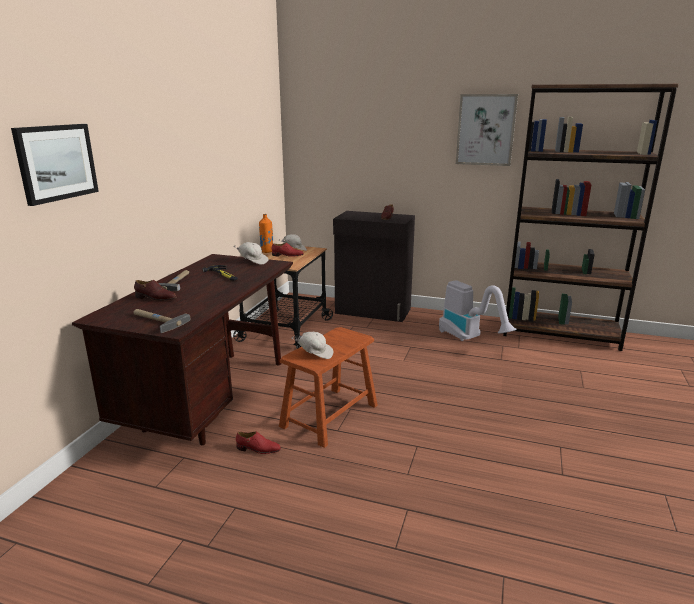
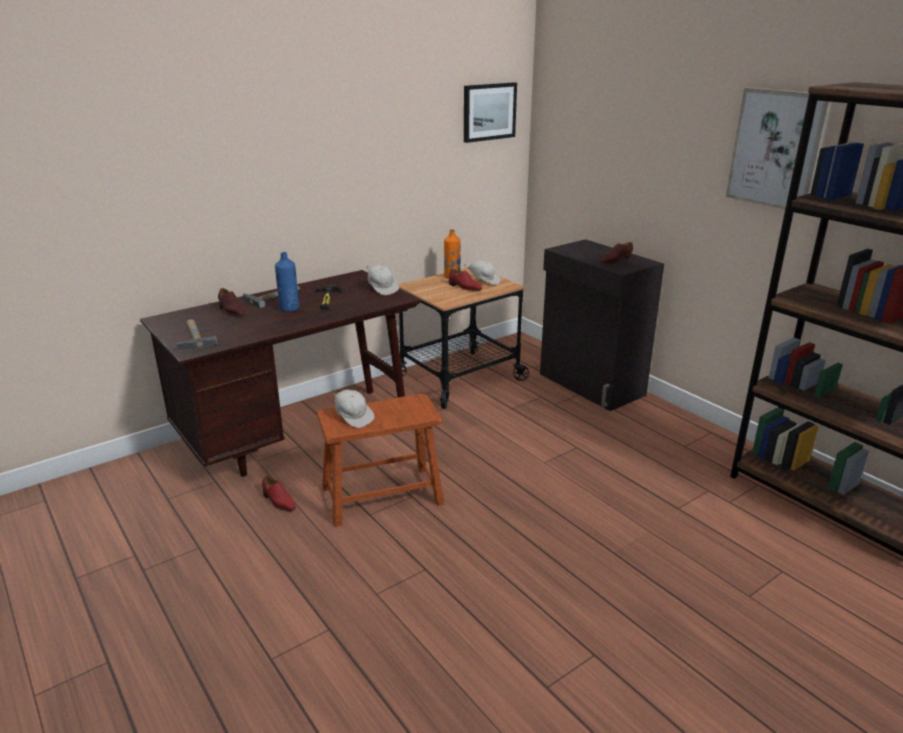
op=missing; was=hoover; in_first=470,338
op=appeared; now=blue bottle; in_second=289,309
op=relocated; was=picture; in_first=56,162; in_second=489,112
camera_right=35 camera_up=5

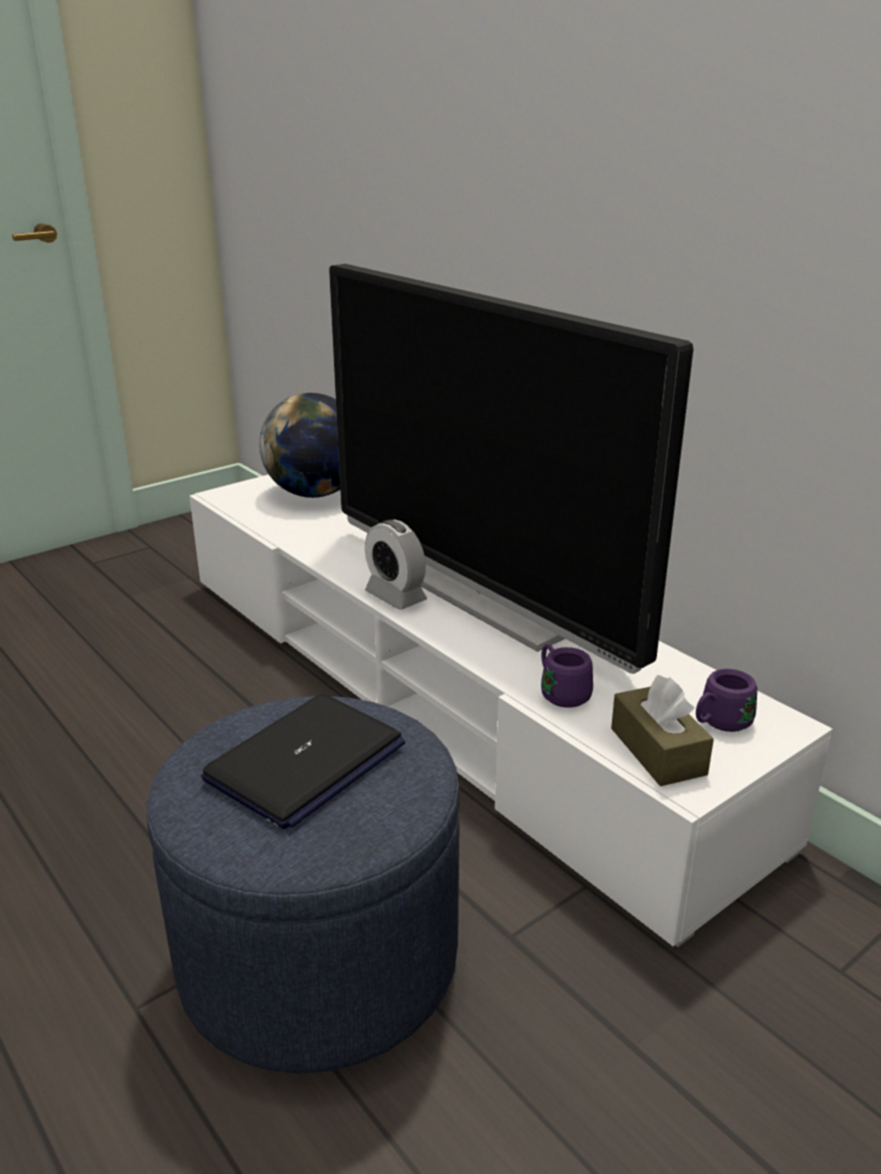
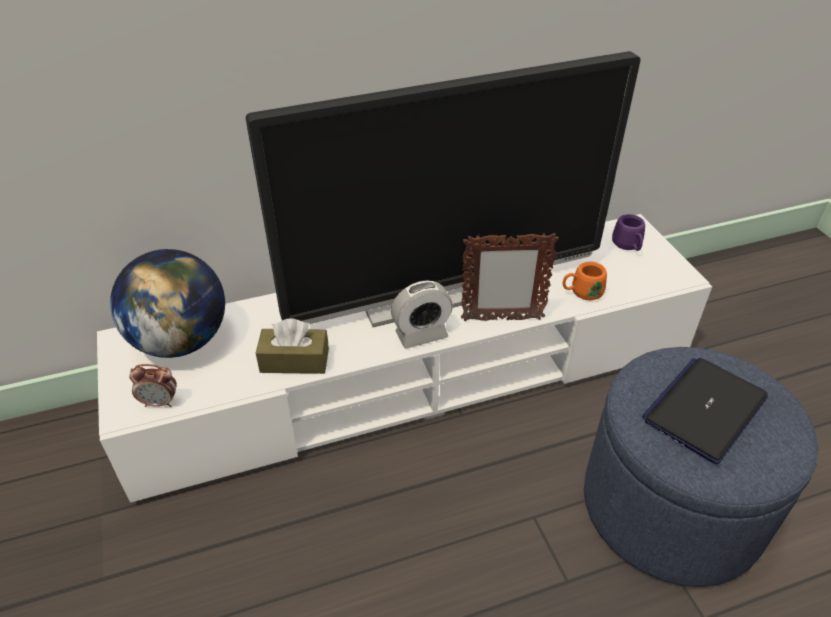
op=appeared; now=alarm clock; in_second=160,402
op=appeared; now=photo frame; in_second=501,319
op=relocated; was=brownish box of tissues; in_first=657,751; in_second=294,360
op=colour; was=purple coffee mug; now=orange coffee mug; in_first=560,692; in_second=581,292
op=spun; was=notebook computer; in_first=305,762; in_second=705,409; clockwise=-105
camera_right=-70 camera_up=15

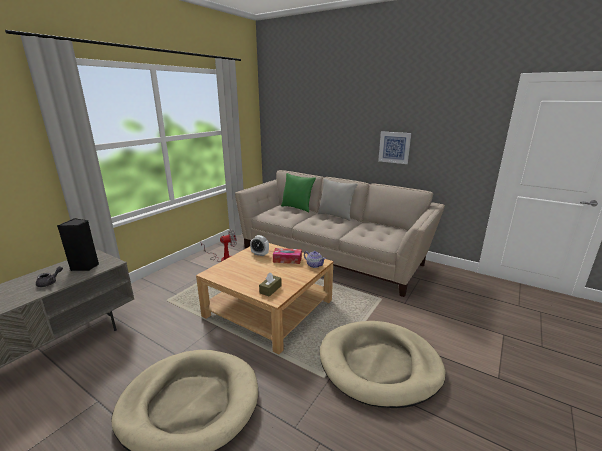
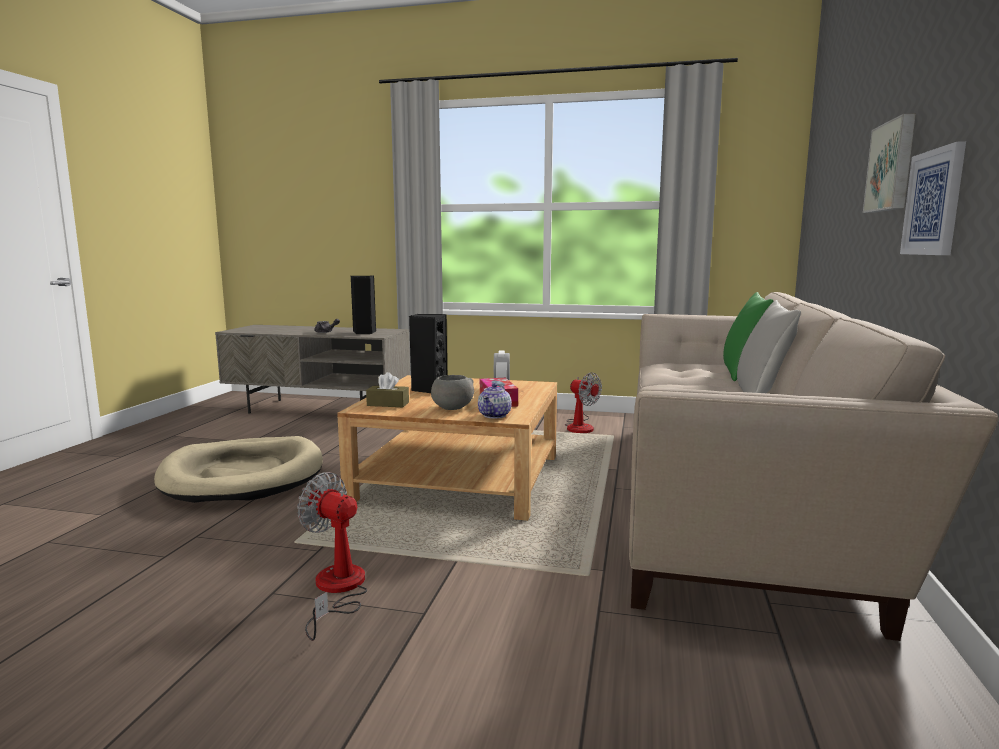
op=appeared; now=black-coloured loudspeaker; in_second=429,389
op=appeared; now=gray bowl; in_second=452,408
op=appeared; now=picture; in_second=893,166
op=exchanged; was=sand-coloured pet bed; now=fan; in_first=379,365; in_second=337,590
camera_right=70 camera_up=-10

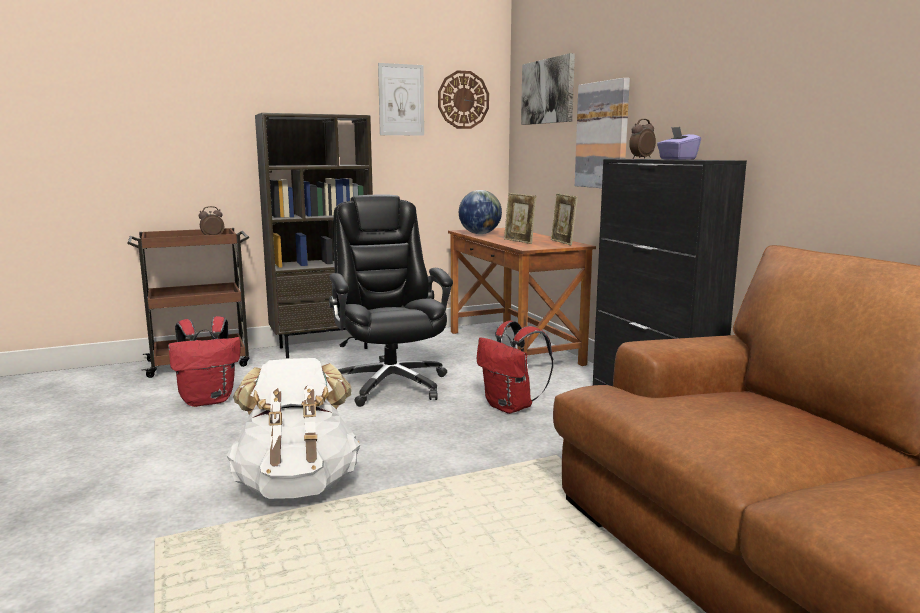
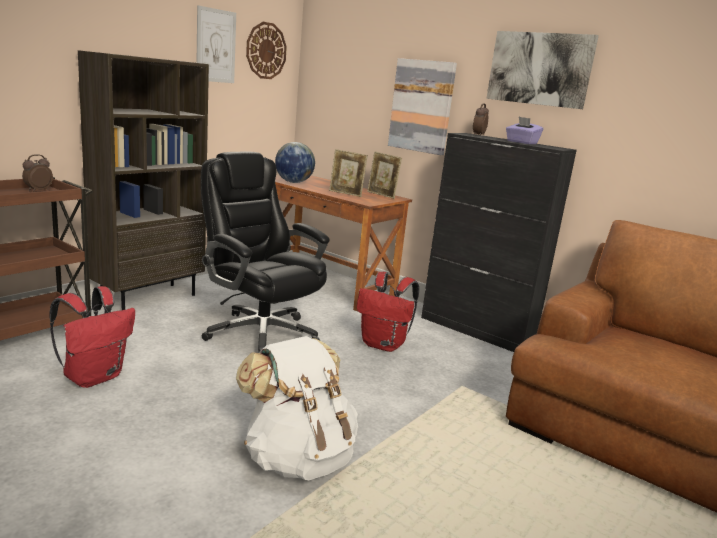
op=relocated; was=picture; in_first=548,91; in_second=540,69
camera_right=-30 camera_up=5

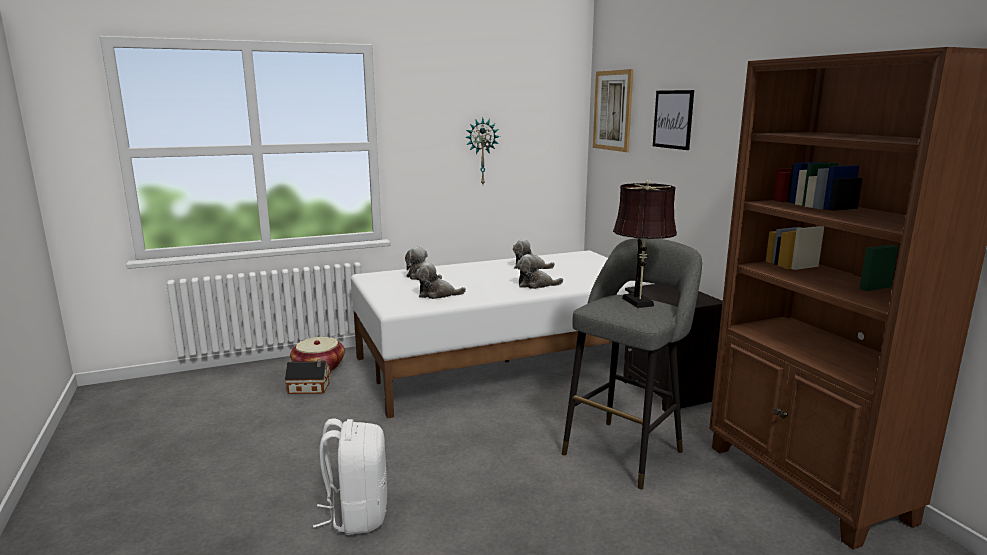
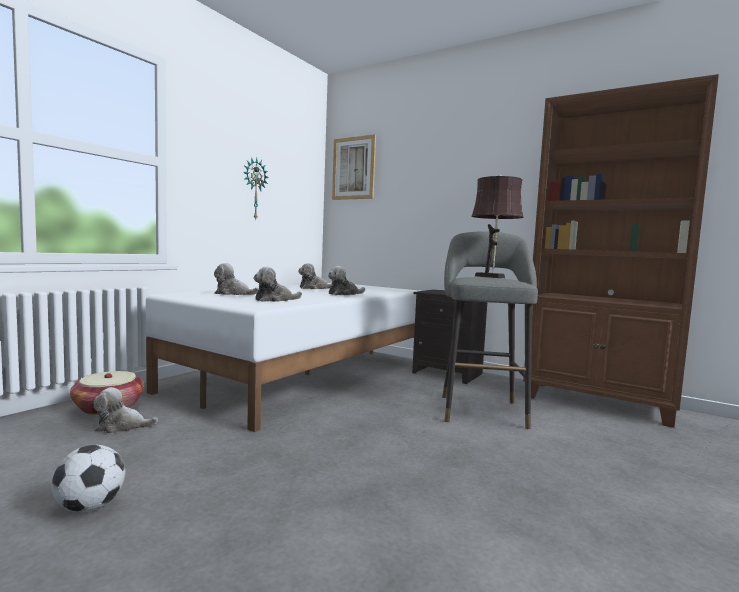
op=missing; was=white-coloured knapsack; in_first=357,514
op=missing; was=picture; in_first=673,119
op=appeared; now=football; in_second=90,507
op=exchanged; was=miniature house; now=cuddly toy; in_first=310,388; in_second=122,426
camera_right=-35 camera_up=-10

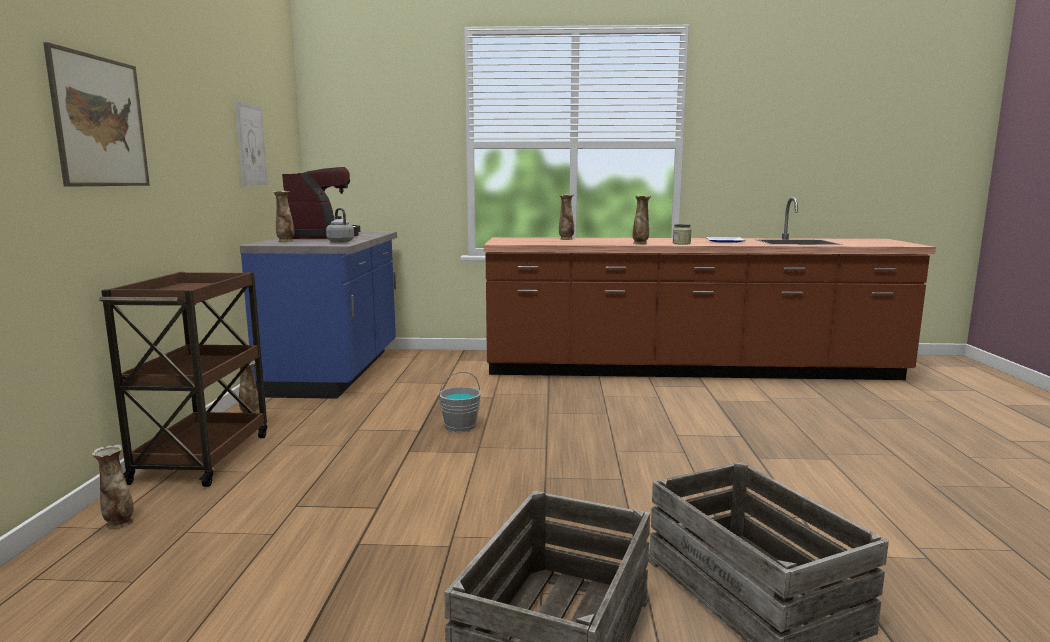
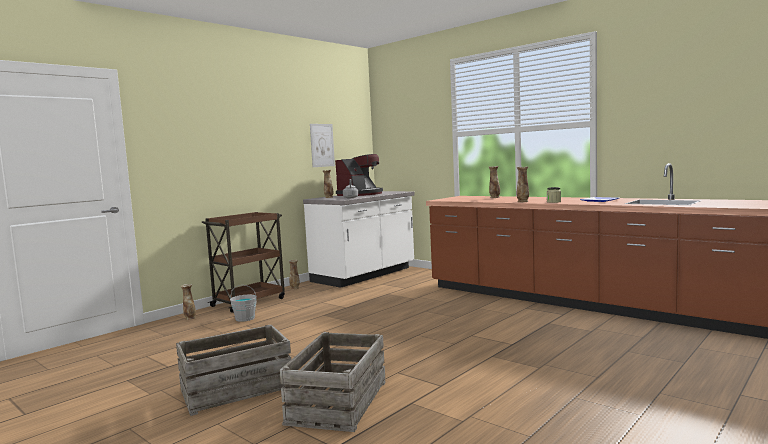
op=missing; was=picture; in_first=100,122
op=relocated; was=gray bucket; in_first=460,426; in_second=245,318
op=colour; was=blue counter; now=white-coloured counter; in_first=336,372; in_second=364,275
camera_right=40 camera_up=-5

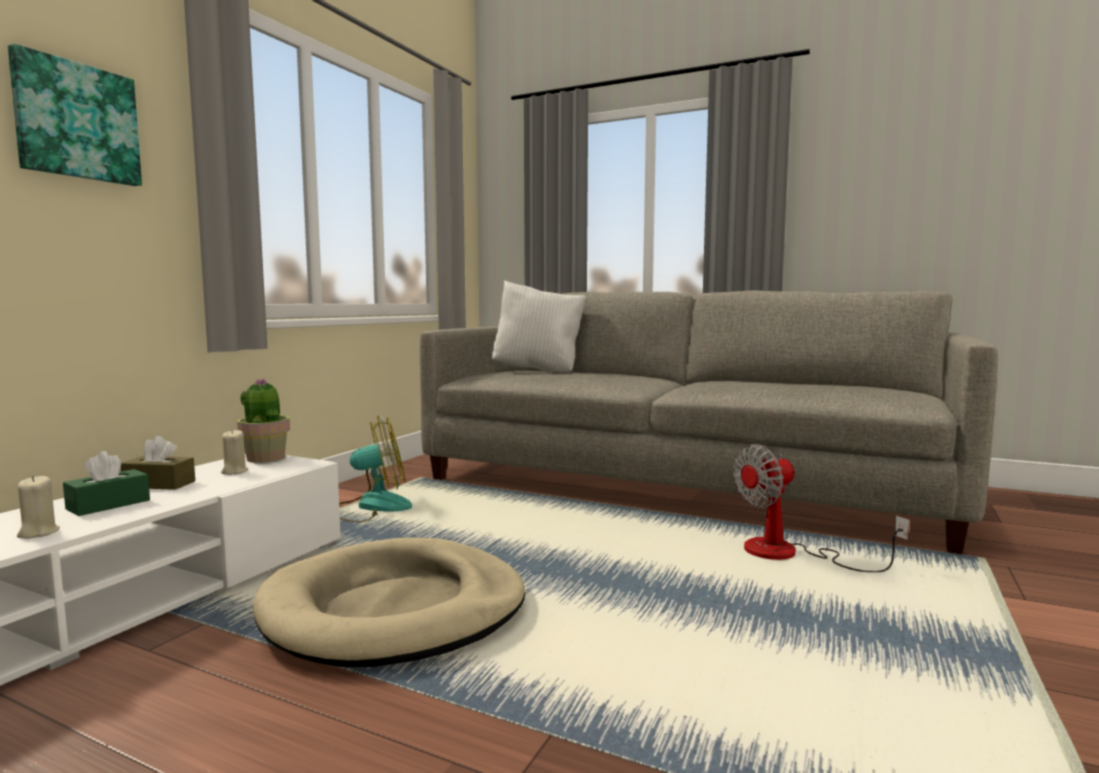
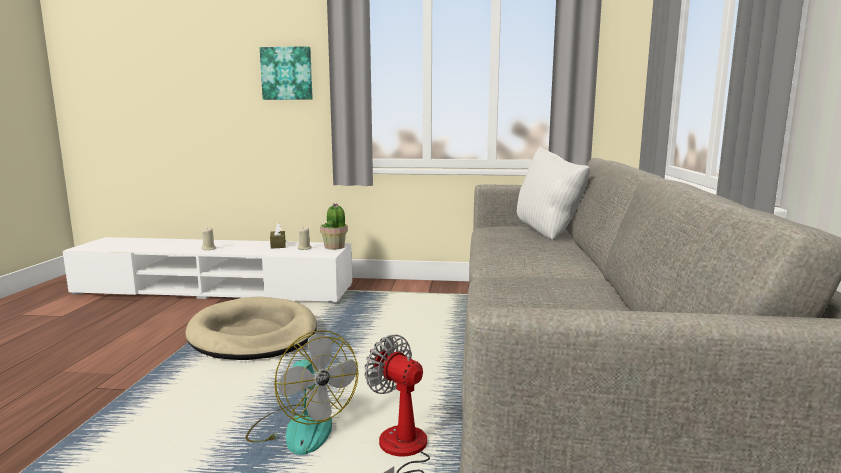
op=missing; was=green-coloured box of tissues; in_first=108,505
op=relocated; was=fan; in_first=371,507; in_second=301,428
camera_right=70 camera_up=5

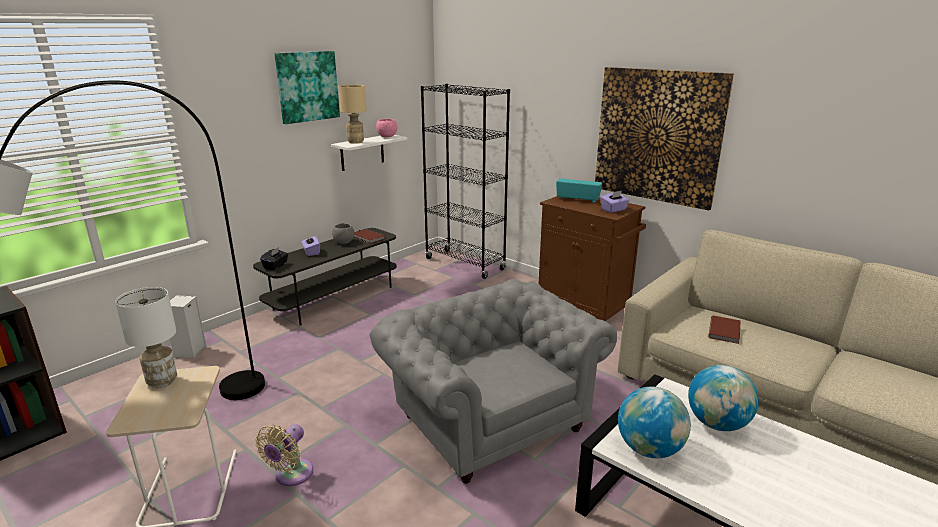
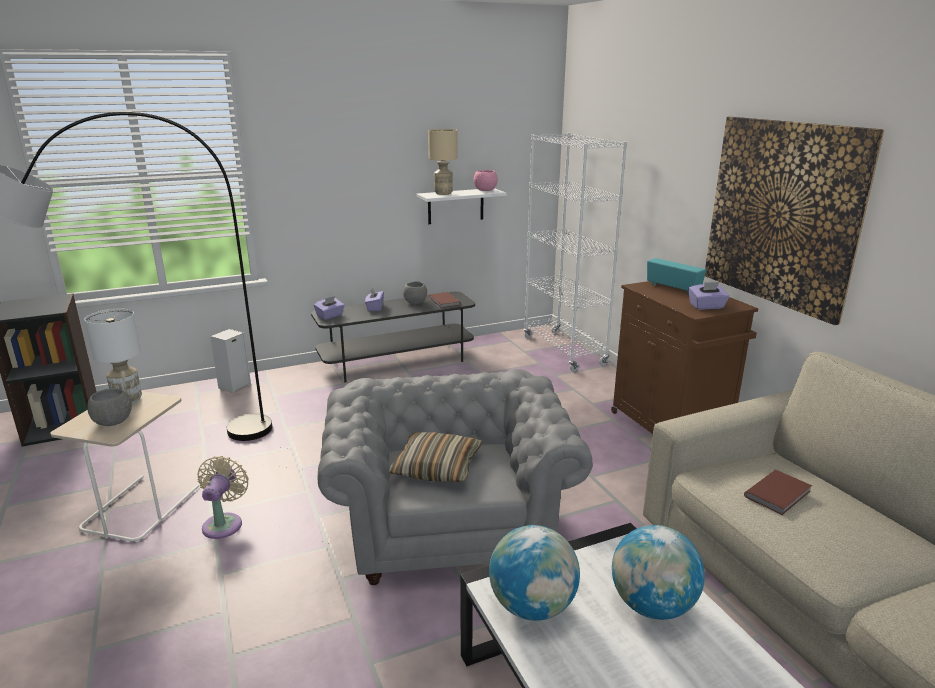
op=missing; was=picture; in_first=307,86
op=appeared; now=gray bowl; in_second=113,422
op=appeared; now=throw pillow; in_second=436,467
op=colour; was=black-coloured box of tissues; now=purple box of tissues; in_first=276,266; in_second=330,316
op=colour; was=black-coloured bookshelf; now=white-coloured bookshelf; in_first=465,264; in_second=564,351
op=spun; was=sand-coloured fan; in_first=291,475; in_second=224,523; clockwise=135
camera_right=25 camera_up=0

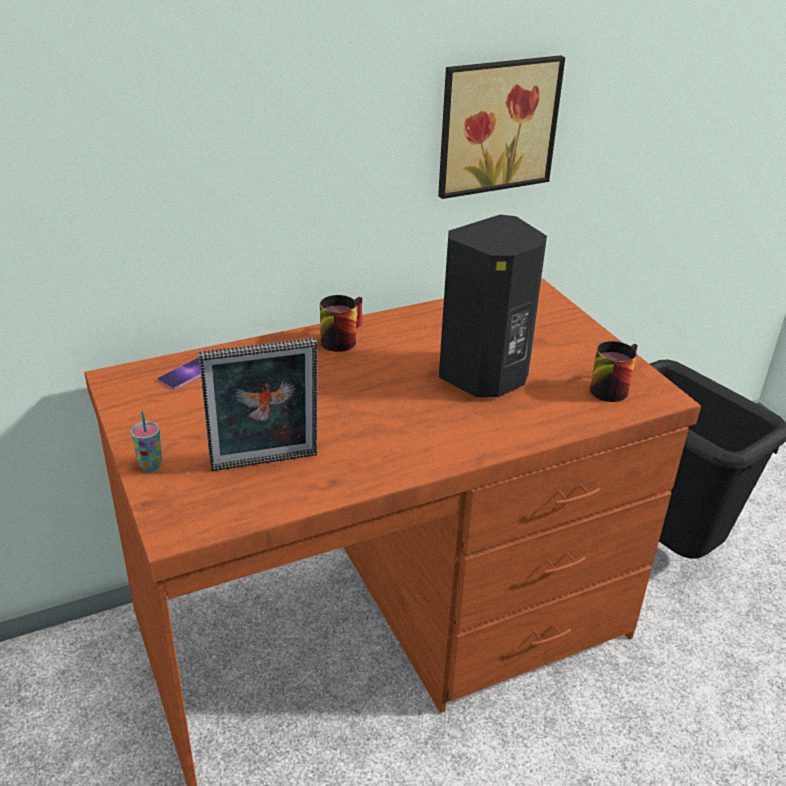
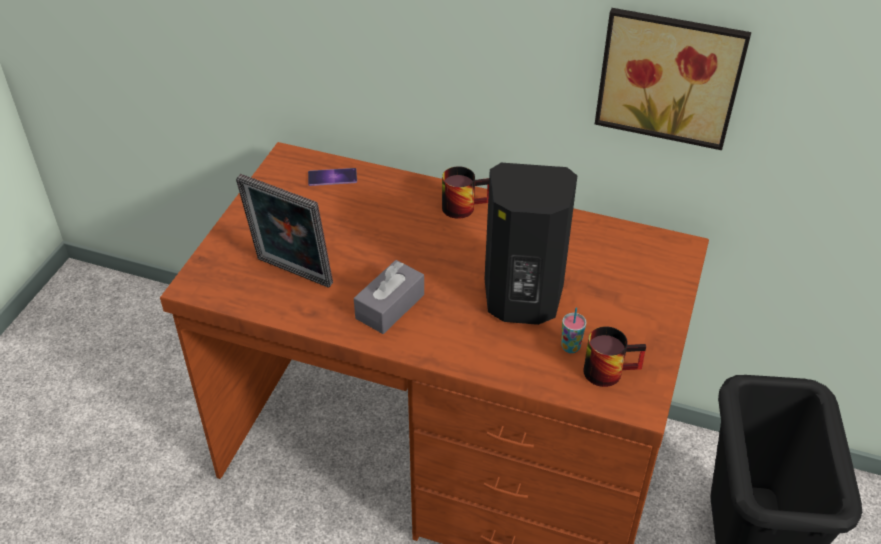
op=appeared; now=gray box of tissues; in_second=390,306
op=relocated; was=cup; in_first=150,465; in_second=570,347
camera_right=45 camera_up=10

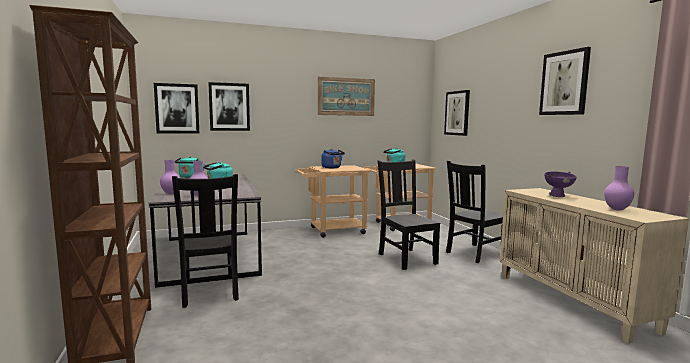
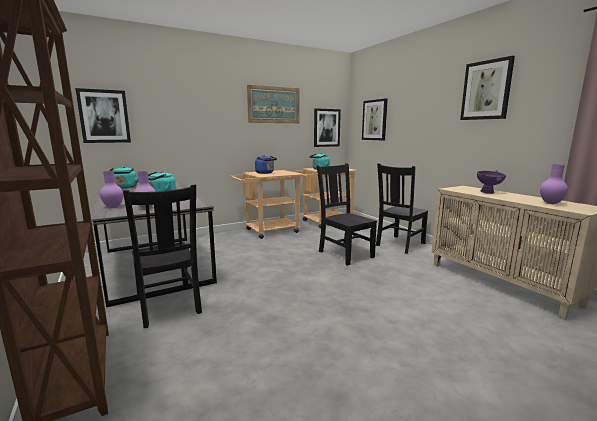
op=relocated; was=picture; in_first=229,107; in_second=326,128
camera_right=-10 camera_up=5

